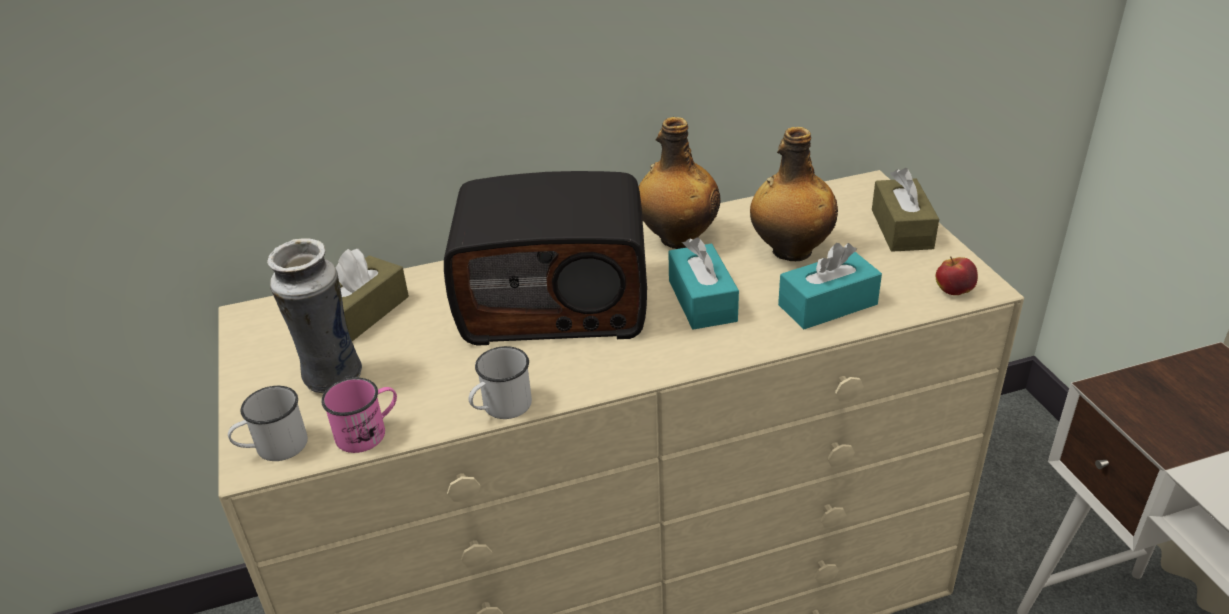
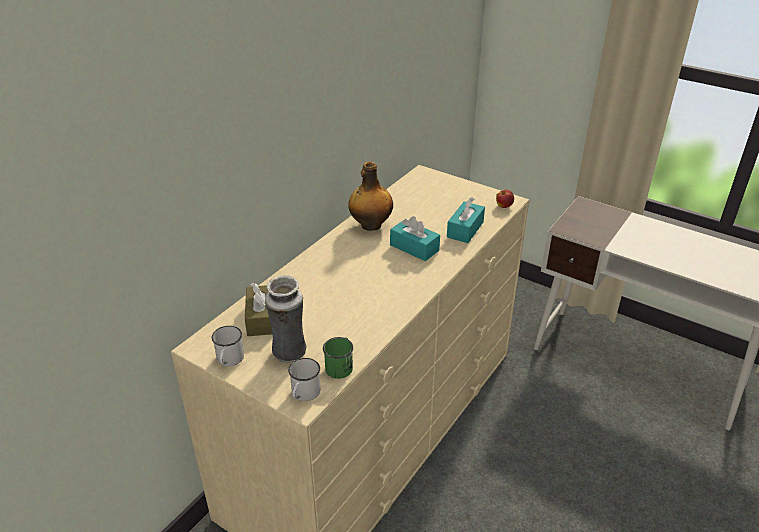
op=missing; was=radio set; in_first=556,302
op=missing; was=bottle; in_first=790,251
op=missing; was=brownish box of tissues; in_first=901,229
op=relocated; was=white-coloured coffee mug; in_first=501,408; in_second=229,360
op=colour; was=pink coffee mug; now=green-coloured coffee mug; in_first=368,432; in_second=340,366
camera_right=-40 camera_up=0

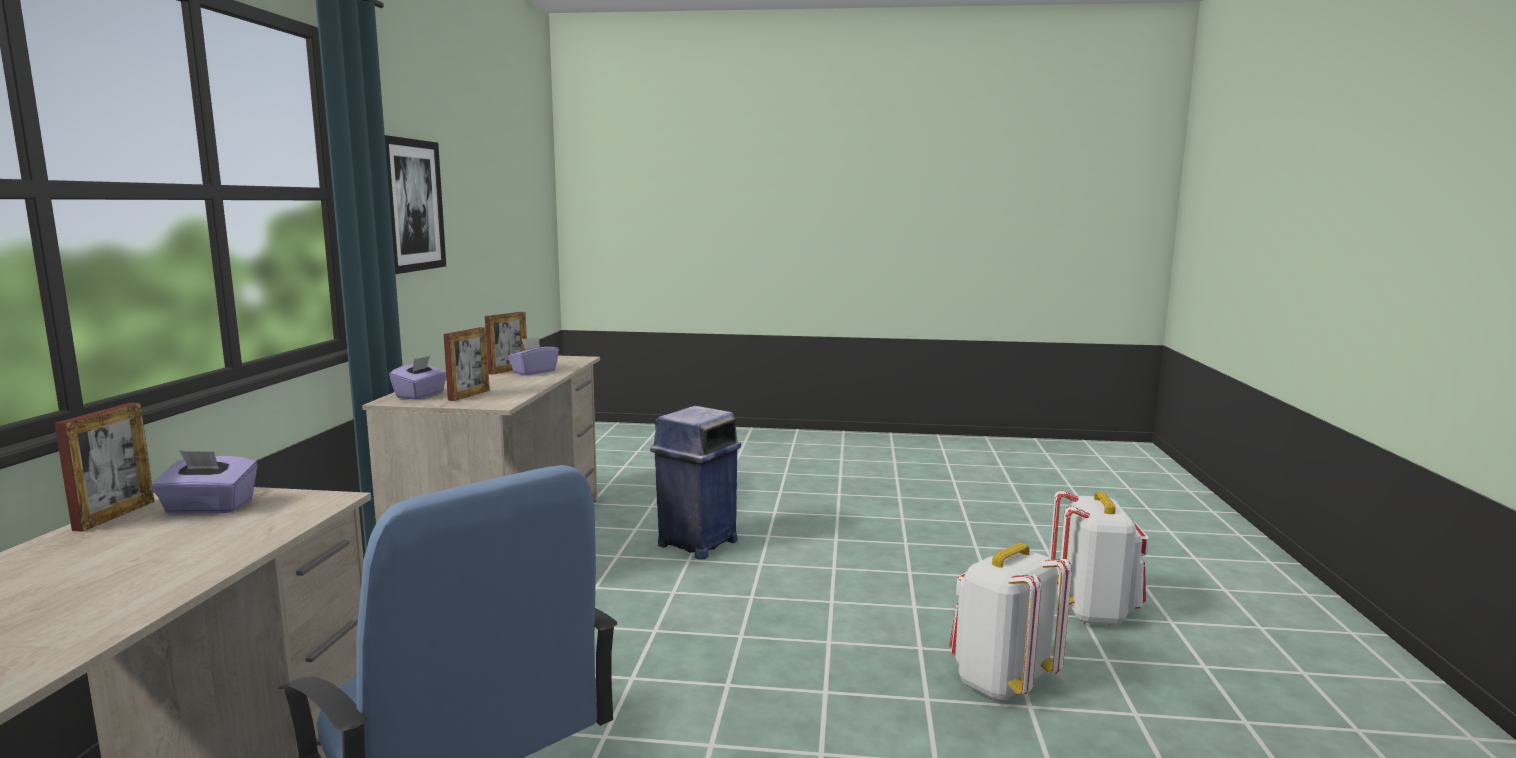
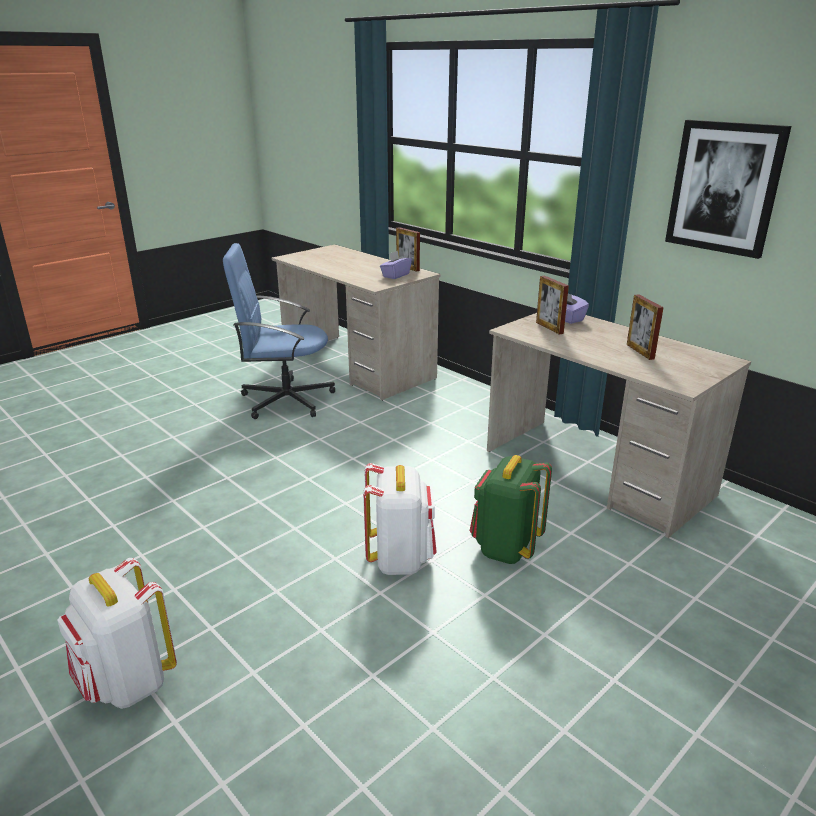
op=missing; was=purple box of tissues; in_first=533,372
op=relocated; was=white-coloured knapsack; in_first=1001,683; in_second=400,559
op=exchanged; was=blue rubbish bin; now=green-coloured knapsack; in_first=696,544; in_second=505,548
camera_right=130 camera_up=15

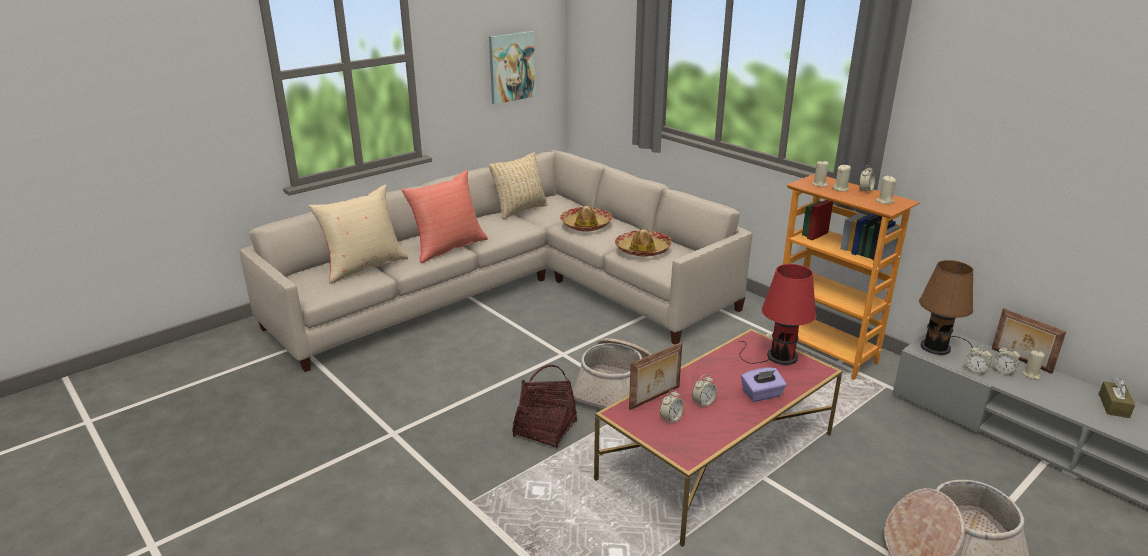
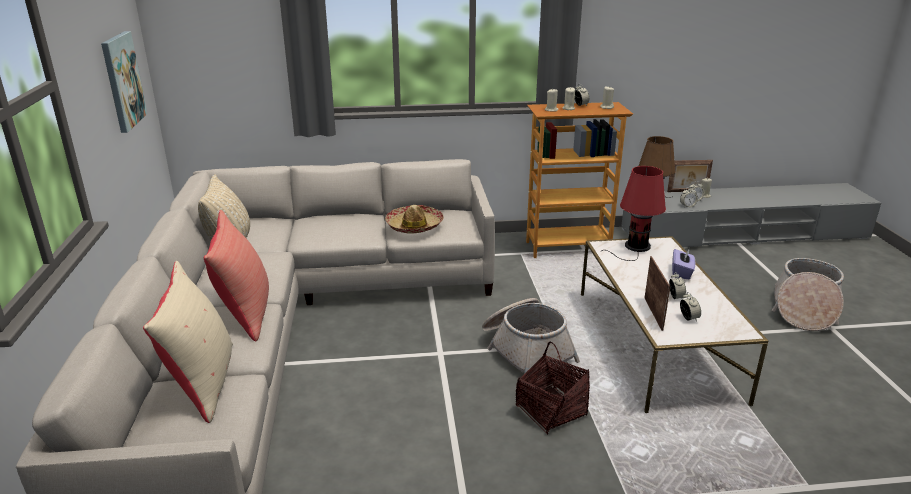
op=missing; was=hat; in_first=586,225
op=missing; was=brownish box of tissues; in_first=1113,406
op=colour; was=red low table; now=white-coloured low table; in_first=717,456; in_second=655,343
camera_right=-55 camera_up=0

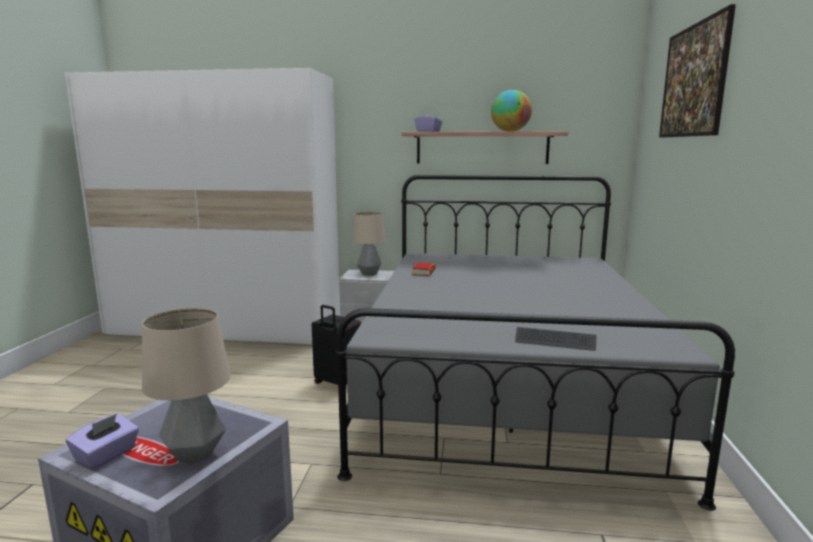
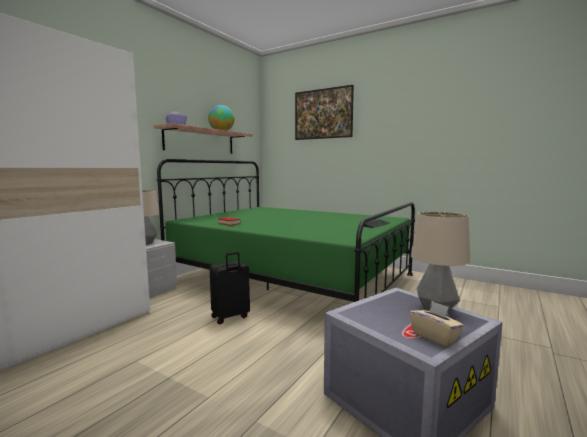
op=colour; was=purple box of tissues; now=sand-coloured box of tissues; in_first=107,456; in_second=435,337
op=colour; was=gray bed; now=green-coloured bed; in_first=504,385; in_second=291,278
camera_right=-65 camera_up=-5

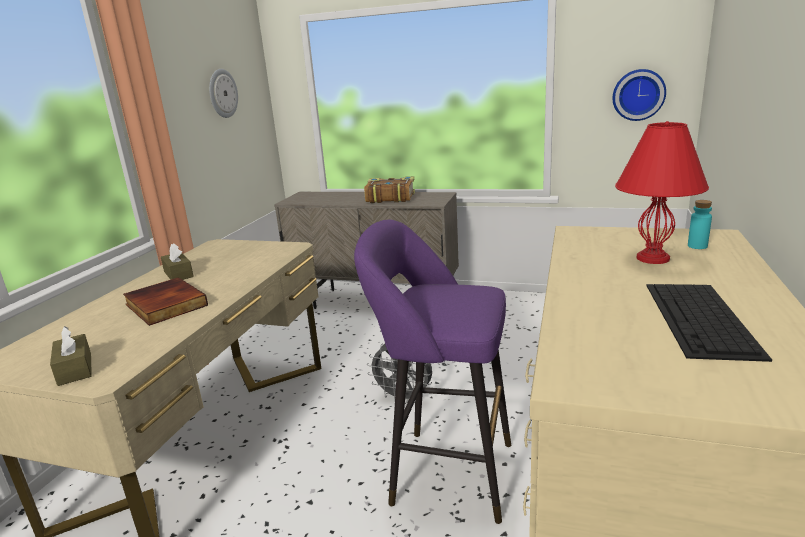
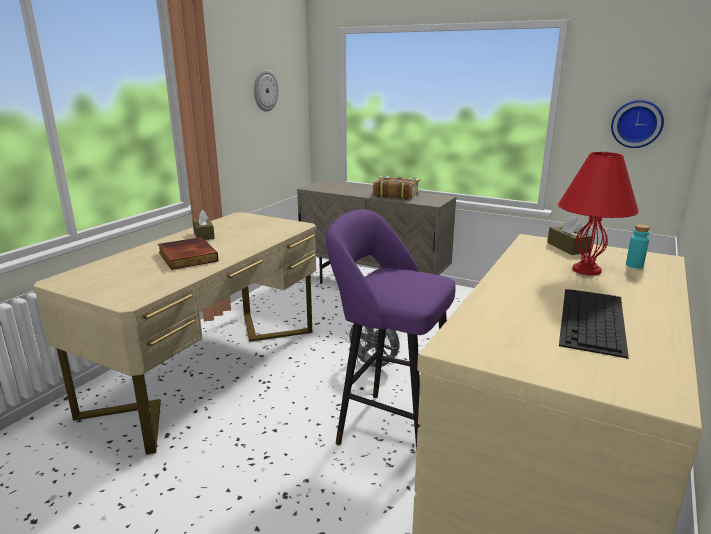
op=relocated; was=brownish box of tissues; in_first=75,369; in_second=567,247
camera_right=10 camera_up=0

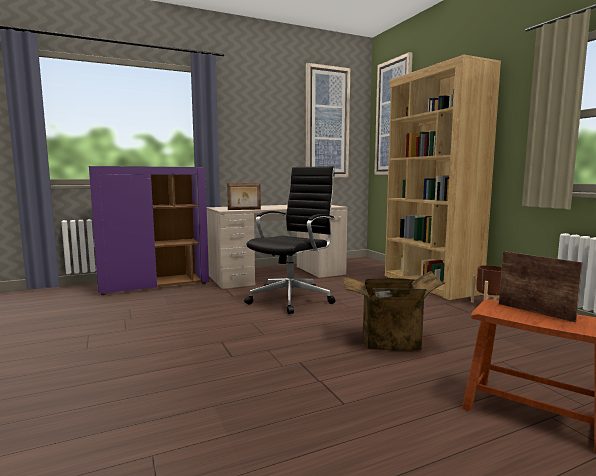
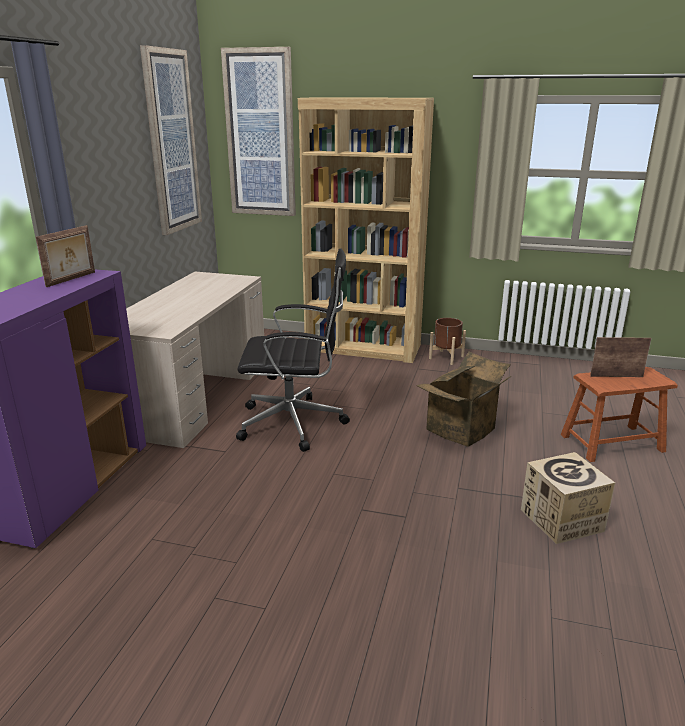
op=appeared; now=packing box; in_second=561,520
op=relocated; was=photo frame; in_first=244,209; in_second=72,279
op=spun; was=black-coloured computer chair; in_first=292,298; in_second=295,423; clockwise=105
camera_right=-50 camera_up=15

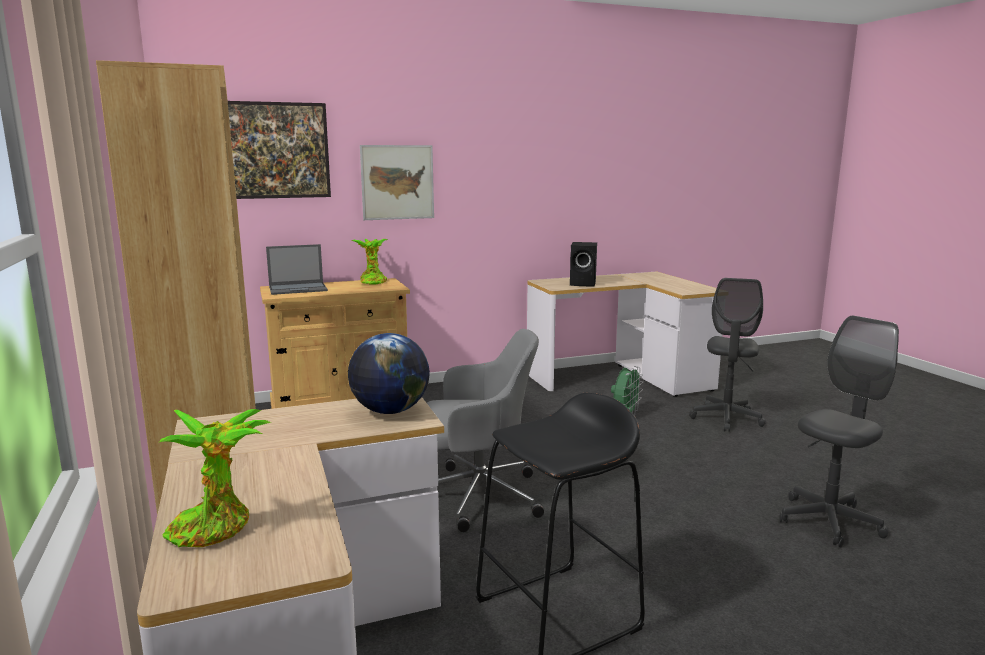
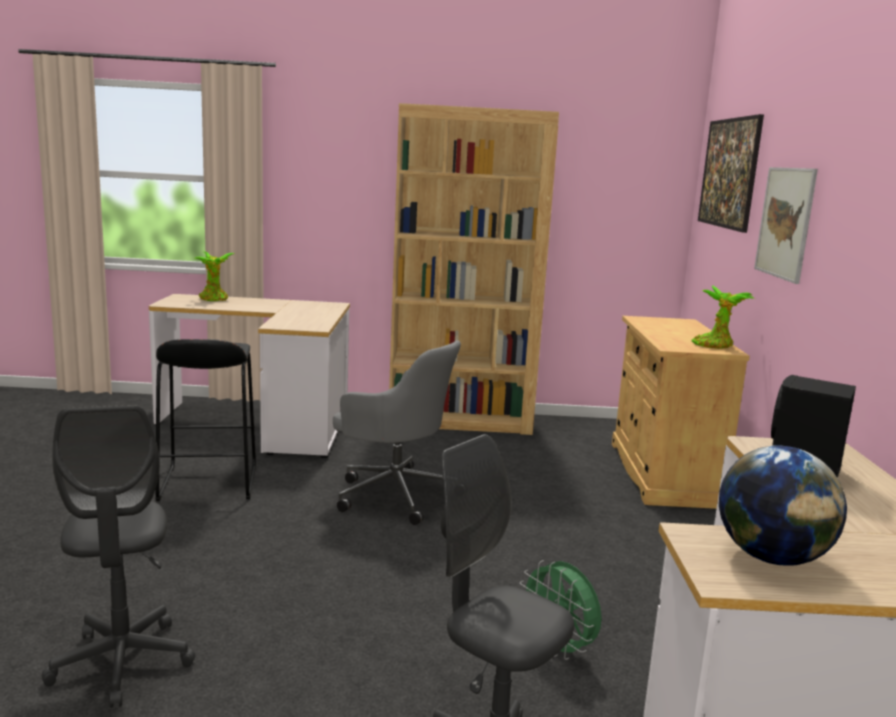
op=missing; was=notebook computer; in_first=298,289
op=relocated; was=desk globe; in_first=390,411; in_second=771,557
op=spun; was=gray computer chair; in_first=477,496; in_second=394,493; clockwise=-75
camera_right=110 camera_up=0

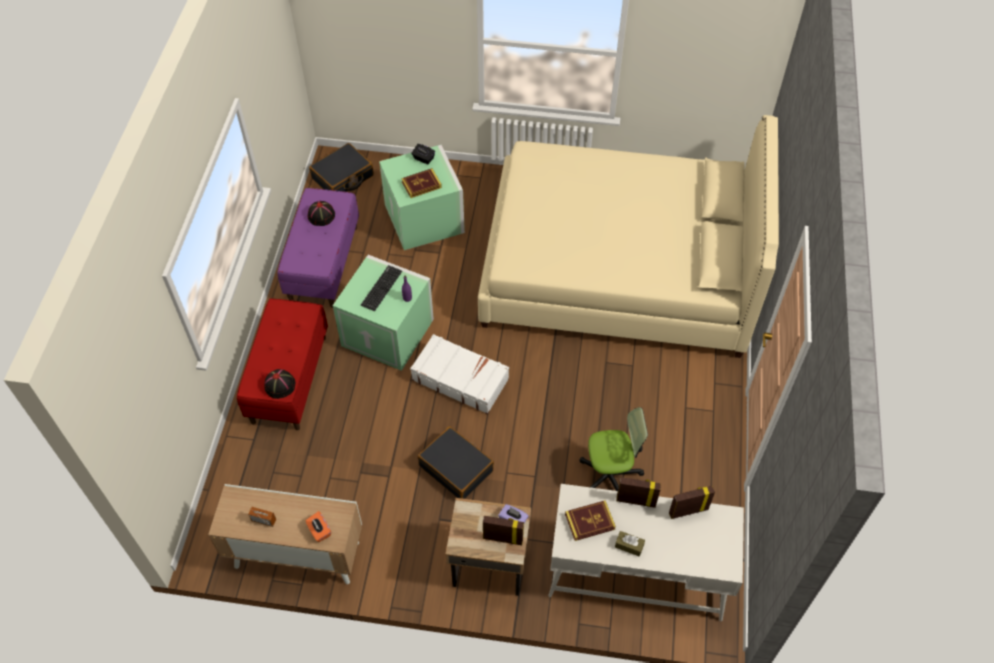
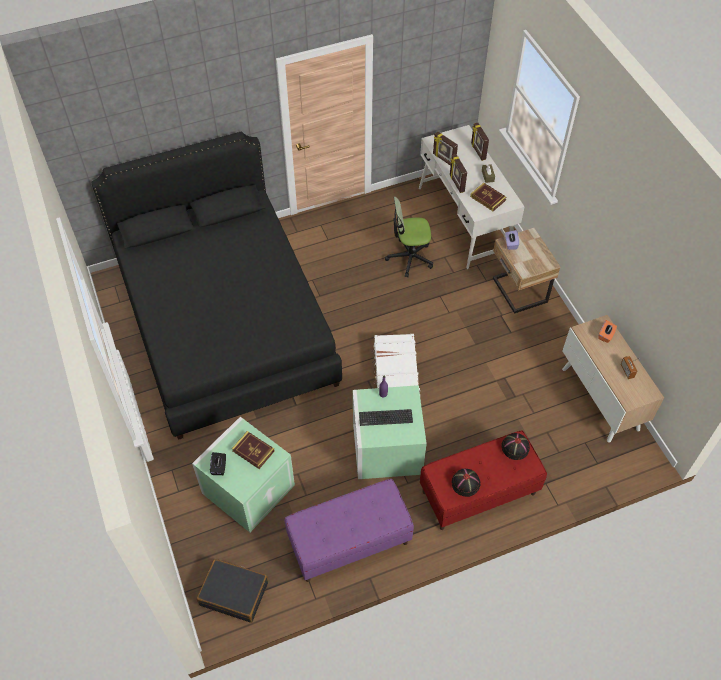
op=missing; was=black-coloured piece of luggage; in_first=456,468
op=relocated; was=black-coloured hat; in_first=321,216; in_second=466,483
op=relocated; was=photo frame; in_first=503,538; in_second=477,151
op=colour; was=sand-coloured bed; now=black-coloured bed; in_first=617,269; in_second=225,323
op=spun; was=computer chair; in_first=610,476; in_second=409,258; clockwise=-60
camera_right=-120 camera_up=0

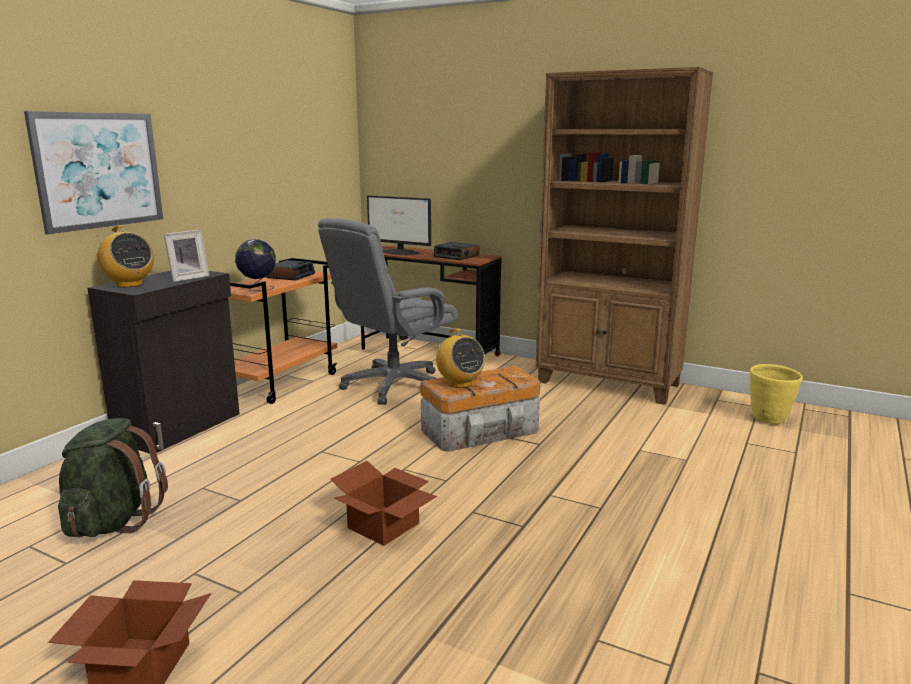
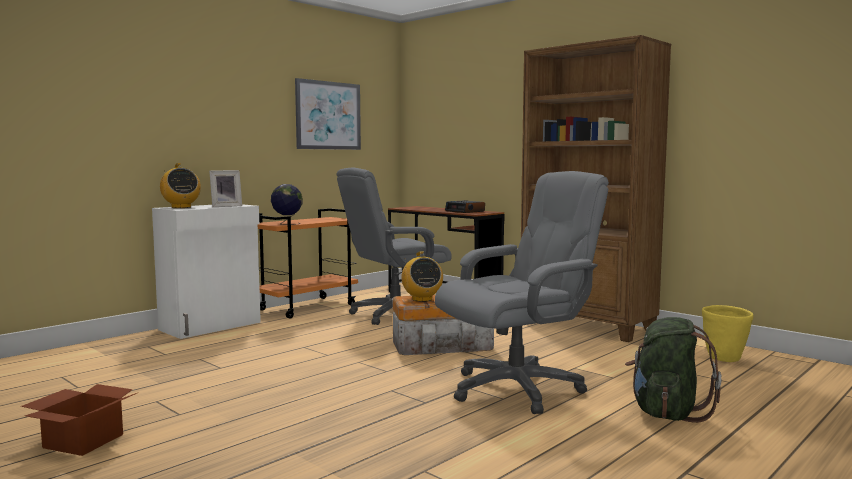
op=missing; was=alarm clock; in_first=290,275
op=missing; was=packing box; in_first=384,526
op=missing; was=computer display; in_first=401,252
op=appeared; now=gray computer chair; in_second=517,389
op=relocated; was=picture; in_first=99,170; in_second=328,115
op=relocated; was=green-coloured knapsack; in_first=113,521; in_second=666,413
op=colour; was=black-coloured cabinet; now=white-coloured cabinet; in_first=180,427; in_second=212,326
camera_right=15 camera_up=-10

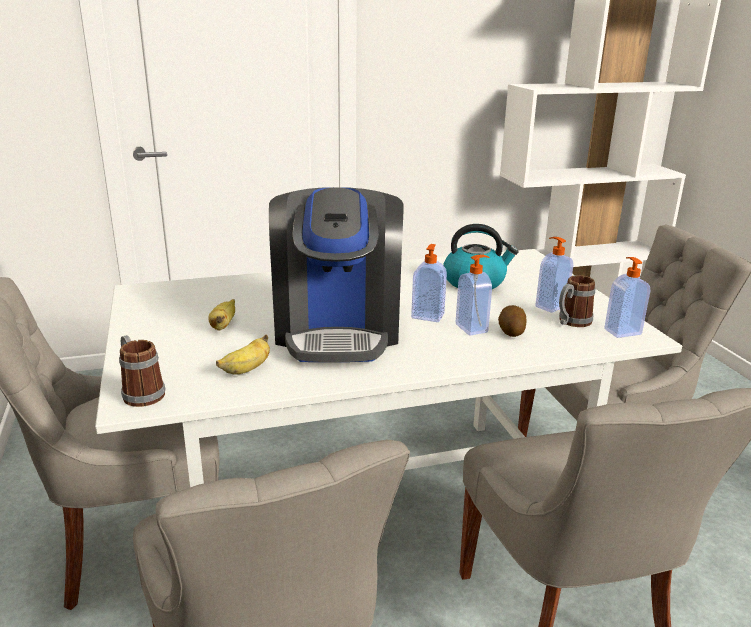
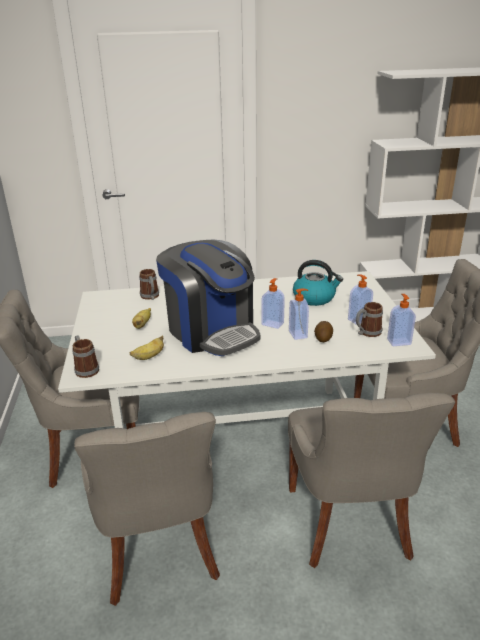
op=appeared; now=coffee mug; in_second=150,297
op=spun; was=coffee brewer; in_first=337,330; in_second=211,331; clockwise=-45
camera_right=10 camera_up=5

